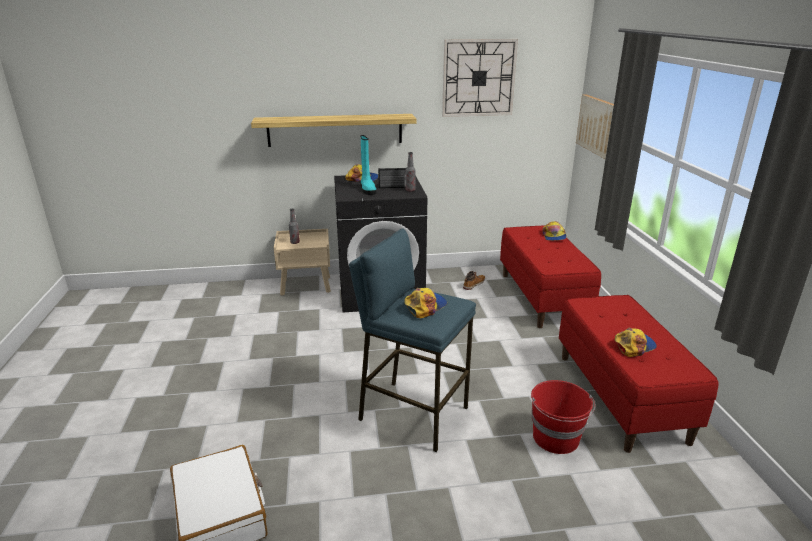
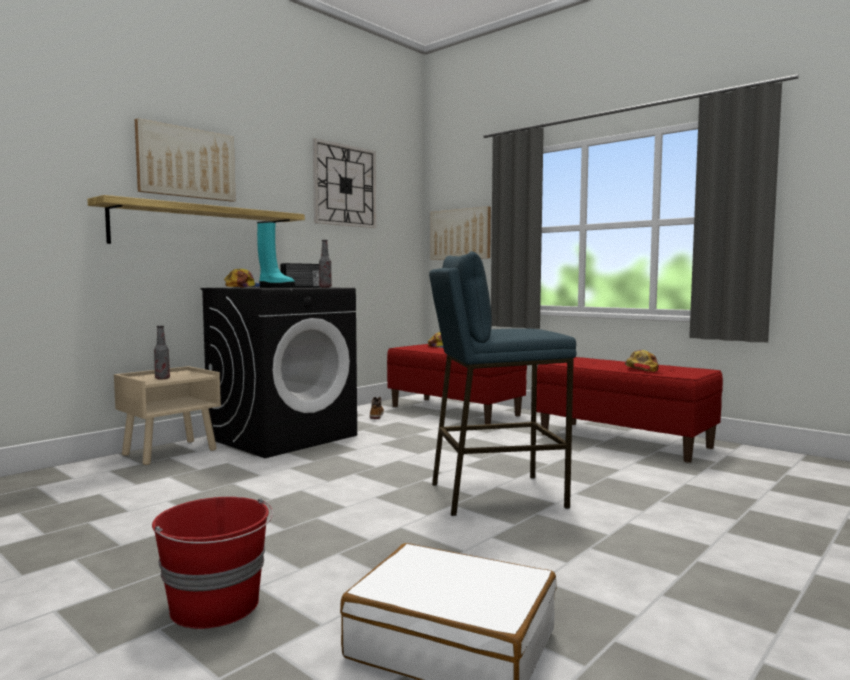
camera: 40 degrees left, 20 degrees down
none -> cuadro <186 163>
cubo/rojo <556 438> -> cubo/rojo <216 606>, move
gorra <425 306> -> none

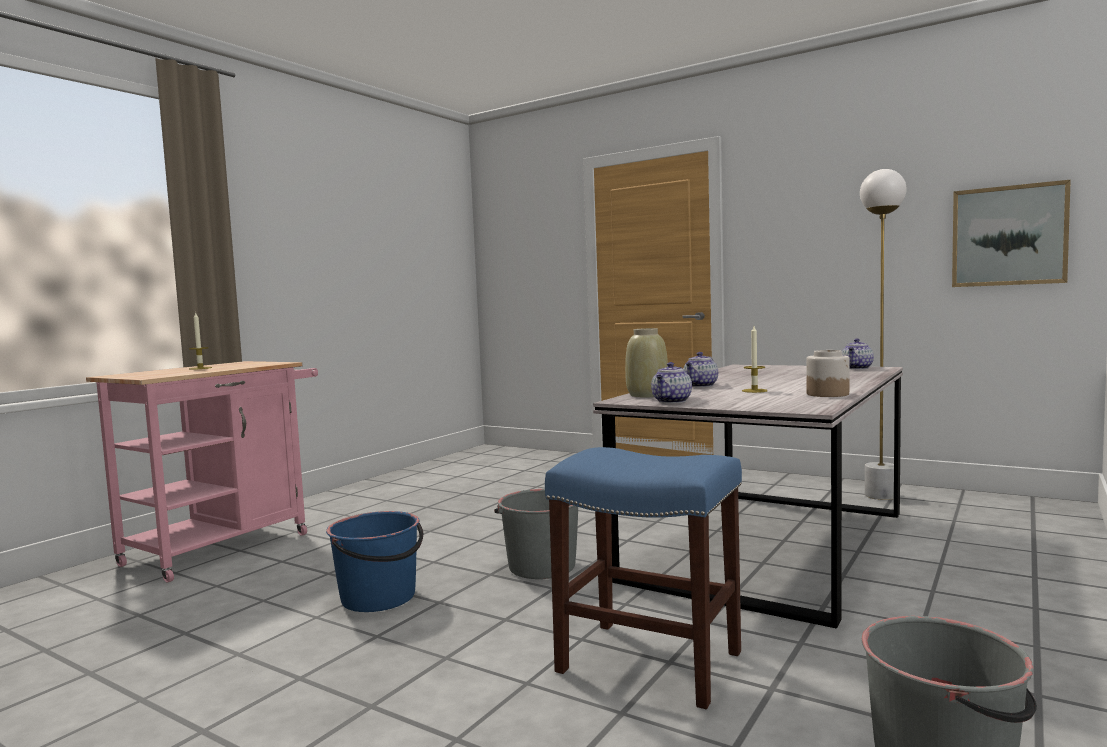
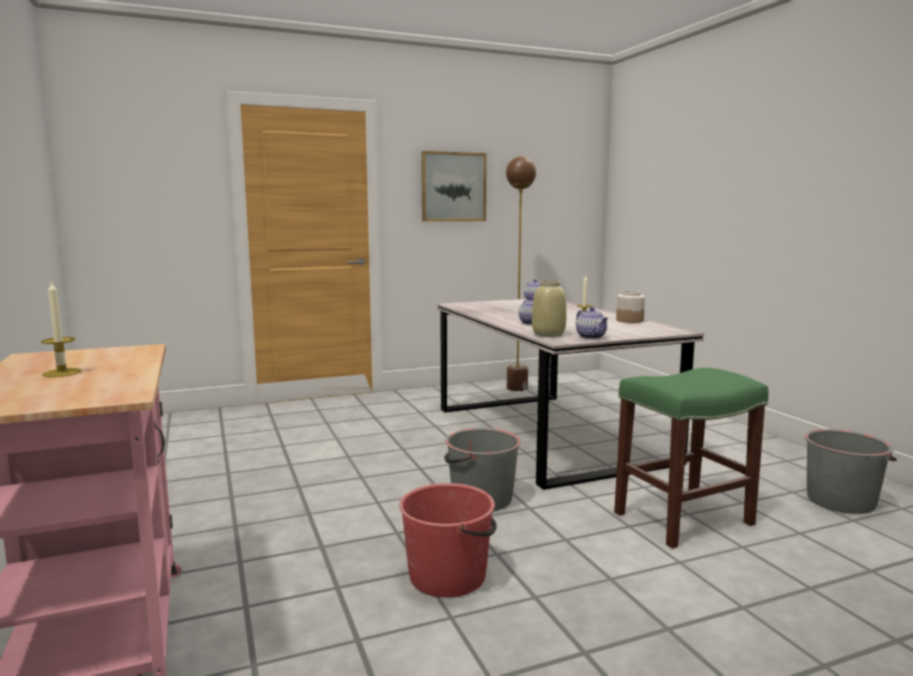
camera: 55 degrees left, 5 degrees up
cubo/azul <379 598> -> cubo/rojo <448 576>
cuadro <1008 236> -> cuadro <453 187>, move
lámpara de pie/blanco <880 496> -> lámpara de pie/marrón <517 388>
taburete/azul <646 662> -> taburete/verde <682 519>

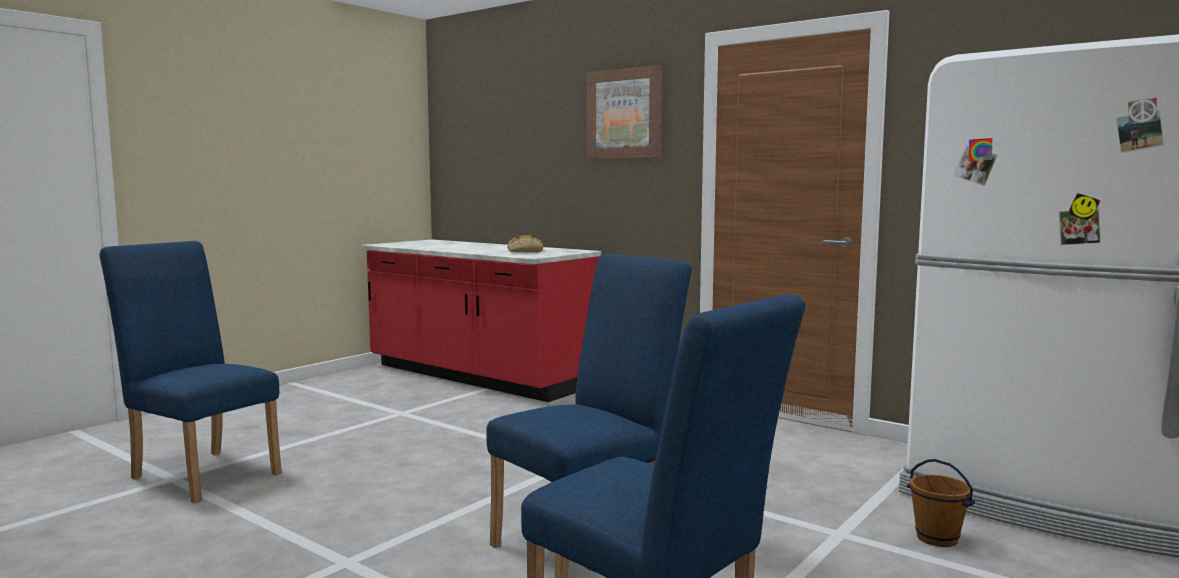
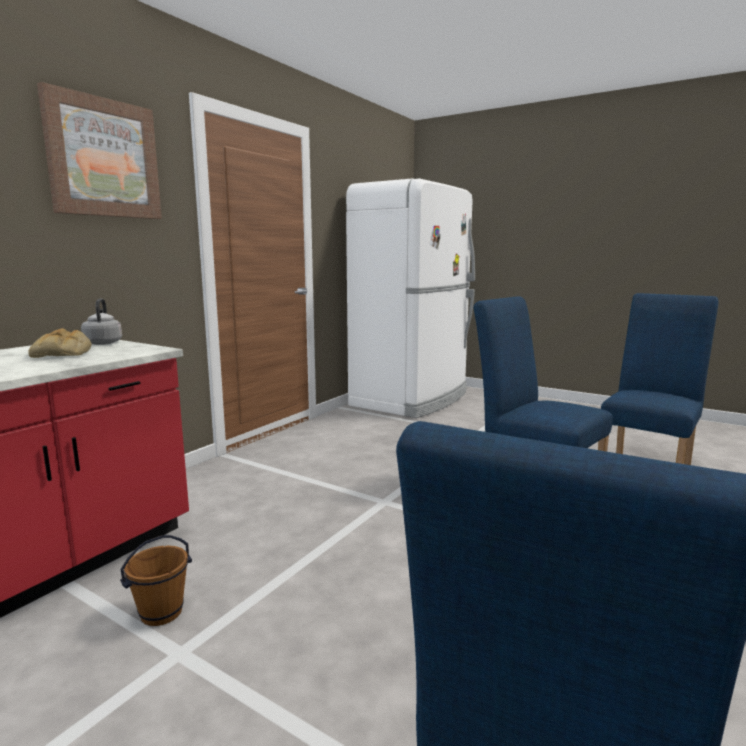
camera: 95 degrees left, 5 degrees up
none -> hervidor/gris <104 343>
cubo/marrón <937 538> -> cubo/marrón <161 612>, move

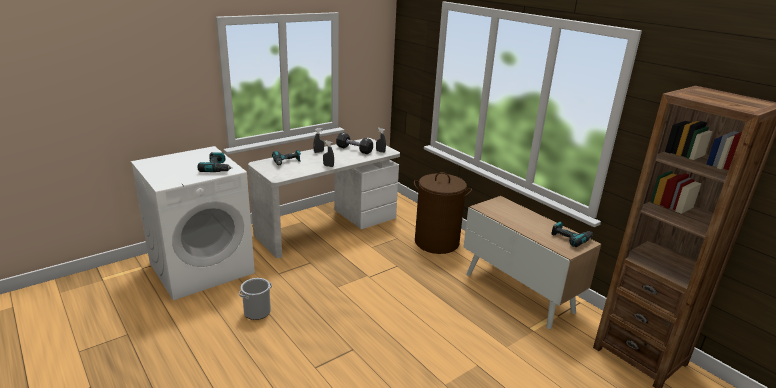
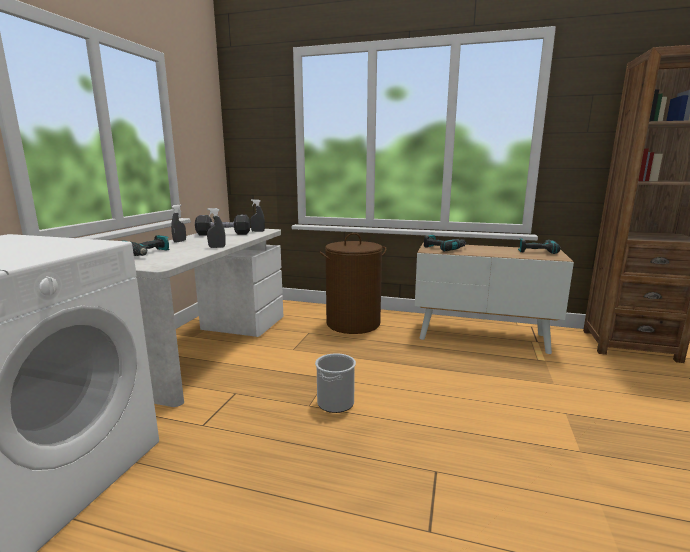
camera: 35 degrees left, 10 degrees down
cubo <257 312> -> cubo <335 403>, move
taladro <217 168> -> taladro <443 248>, move

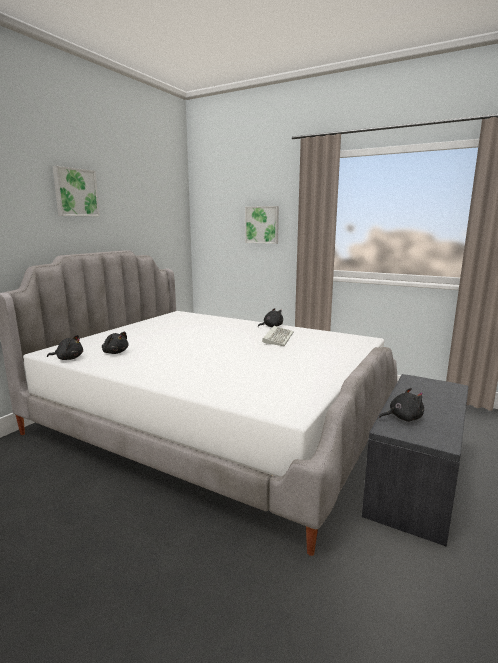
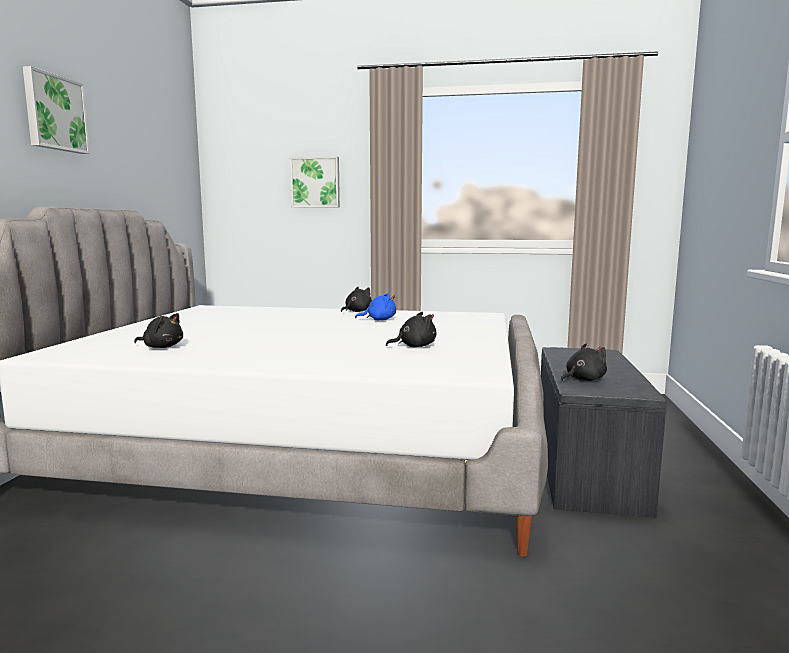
camera: 20 degrees left, 5 degrees down
teclado <278 338> -> peluche/azul <379 320>
peluche/negro <68 358> -> peluche/negro <414 346>, move

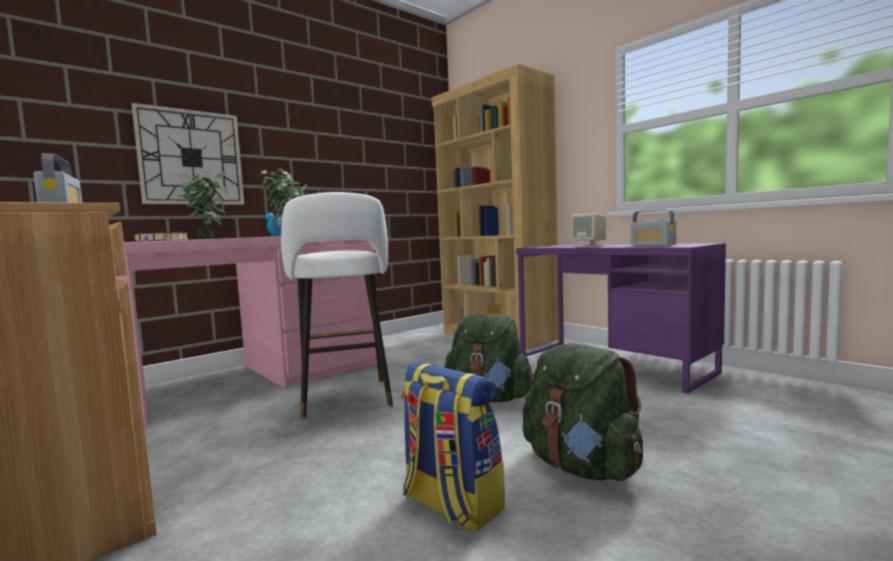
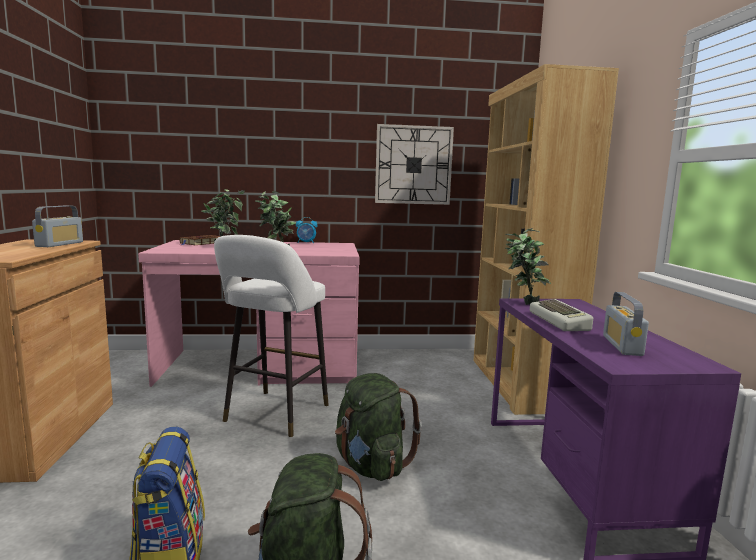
camera: 35 degrees right, 5 degrees up
reloj de pared <191 157> -> reloj de pared <413 165>, move
none -> planta en maceta <523 303>
altavoz/beis <589 246> -> teclado <560 321>

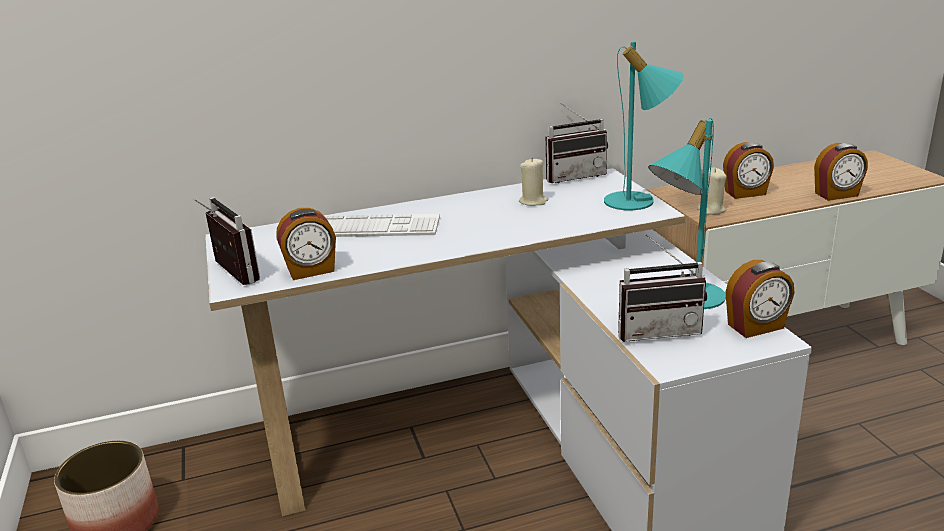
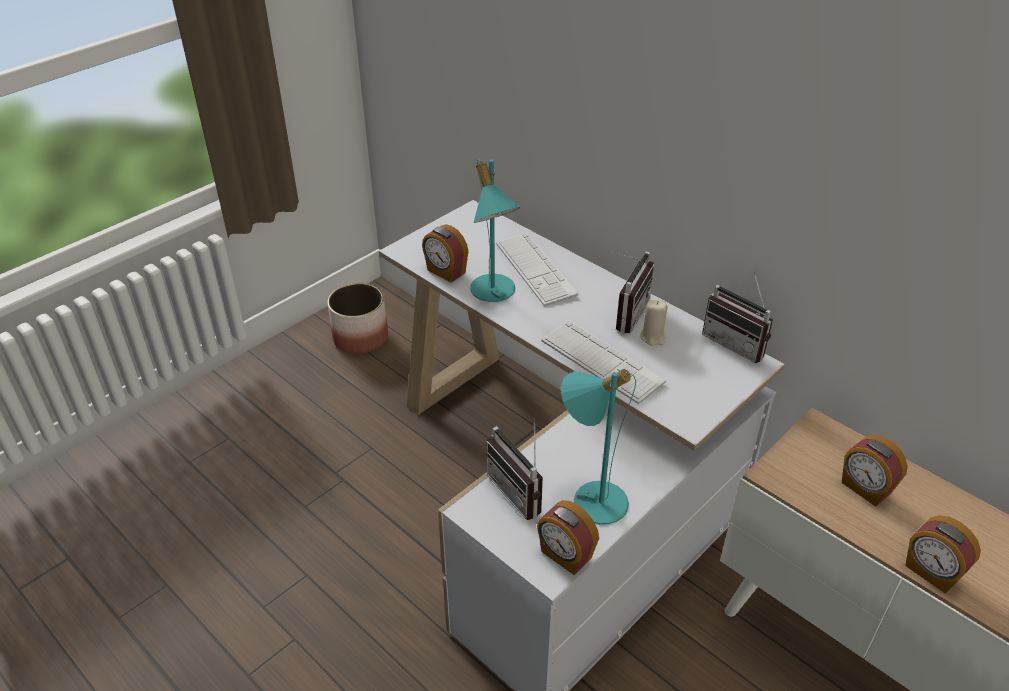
camera: 60 degrees right, 15 degrees up
lámpara de mesa/turquesa <639 202> -> lámpara de mesa/turquesa <494 294>, move
none -> teclado <601 362>
radio <228 274> -> radio <625 312>, move
vela/beis <711 210> -> none

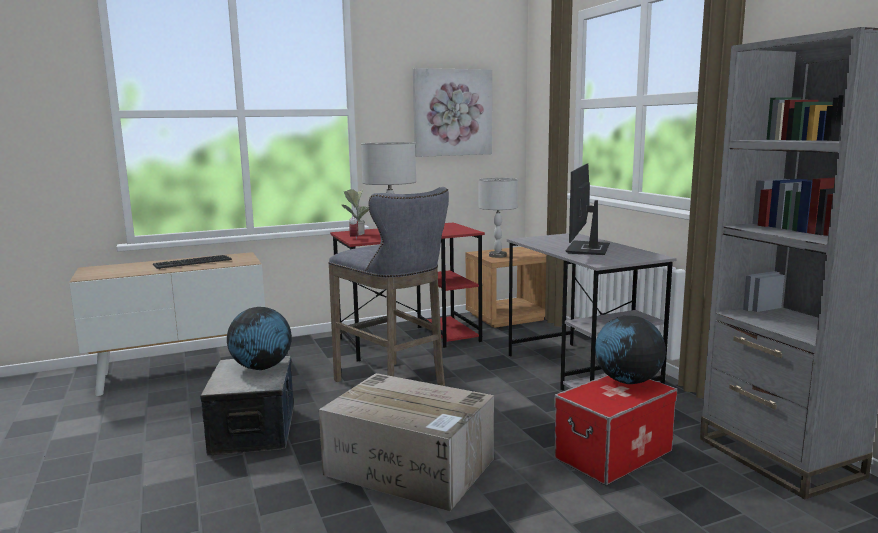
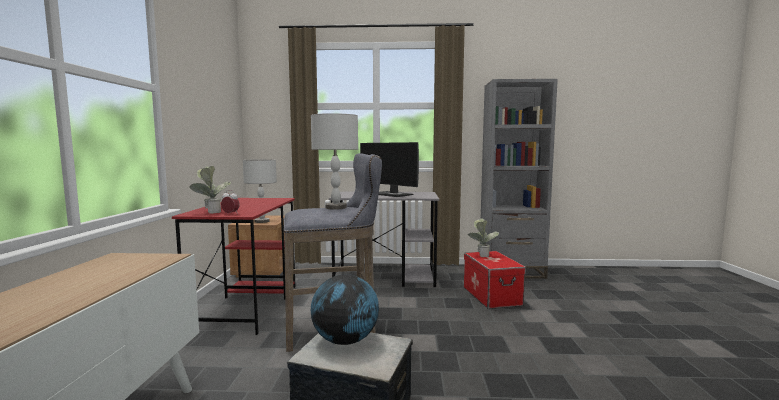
camera: 65 degrees left, 5 degrees down
globo terráqueo <627 381> -> planta en maceta <482 255>
teclado <192 262> -> none
caja de cartón <412 467> -> none
cuadro <452 112> -> none

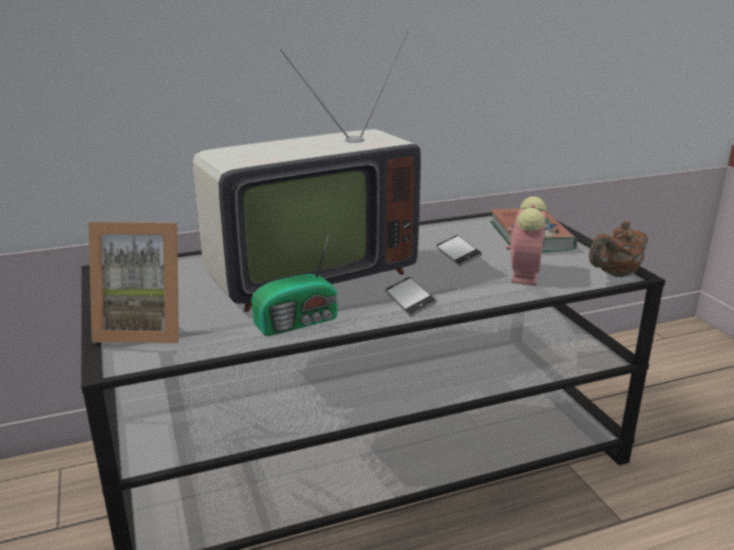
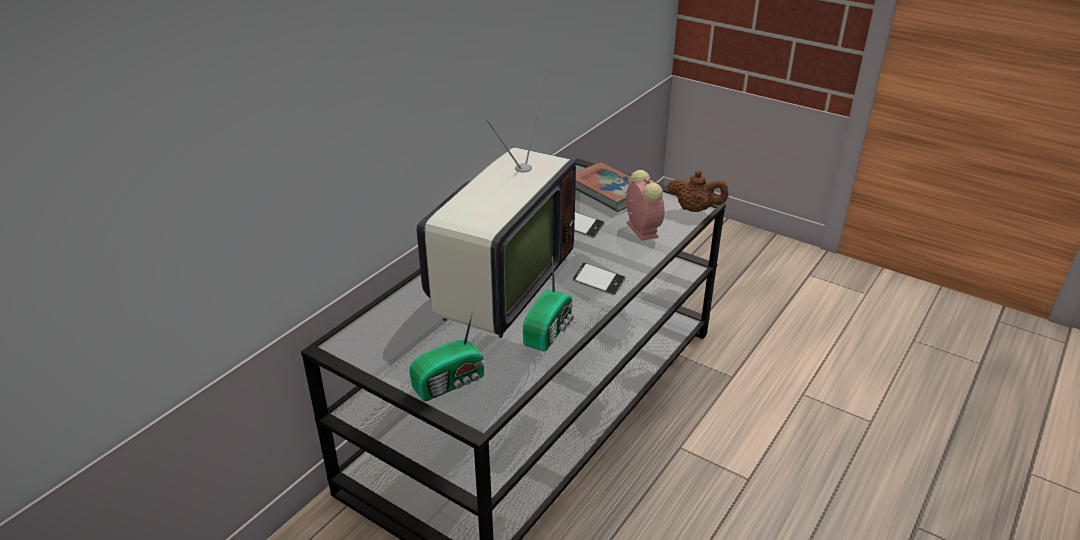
camera: 35 degrees left, 10 degrees up
portarretratos <145 328> -> radio <451 383>
tetera/marrón <615 274> -> tetera/marrón <695 209>, 90 degrees counterclockwise

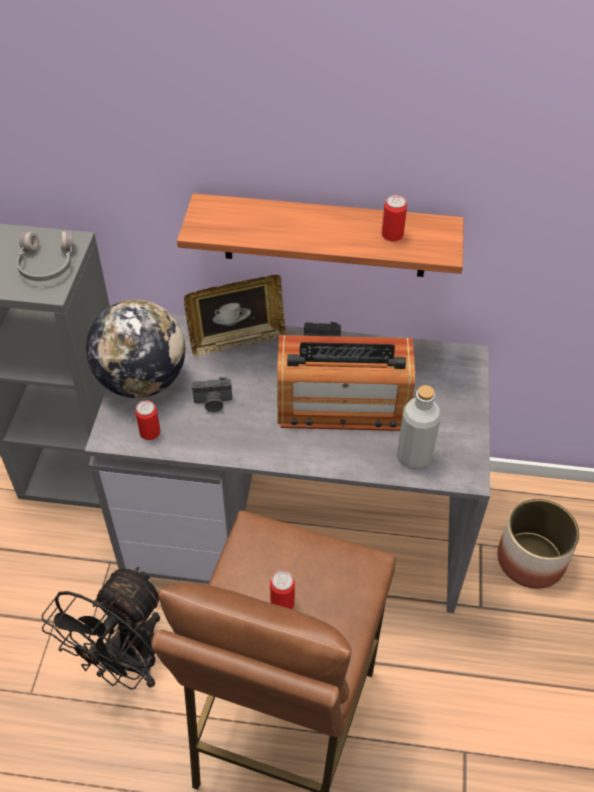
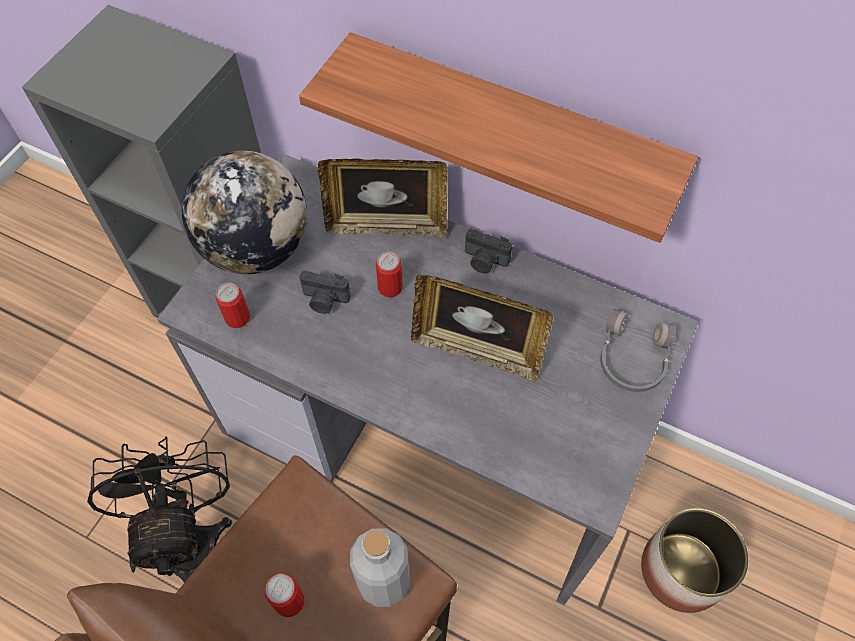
camera: 20 degrees right, 10 degrees up
ventilador/negro <125 663> -> ventilador/negro <190 537>, 120 degrees clockwise
botella/gris <414 456> -> botella/gris <383 581>, move
lata <392 235> -> lata <390 287>, move
radio <342 405> -> portarretratos <476 350>
auriculares/gris <46 264> -> auriculares/gris <631 358>, move

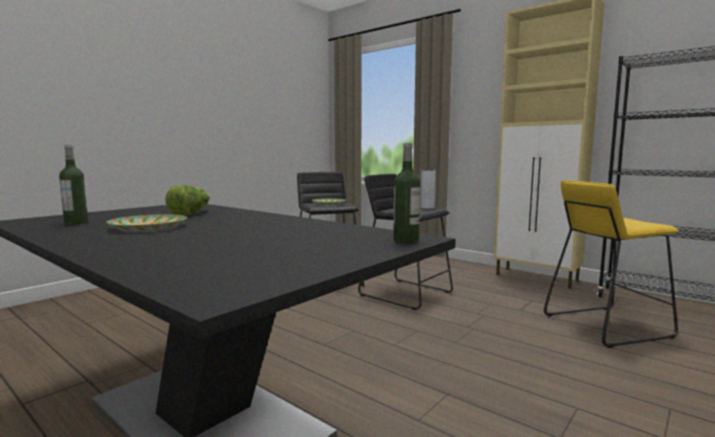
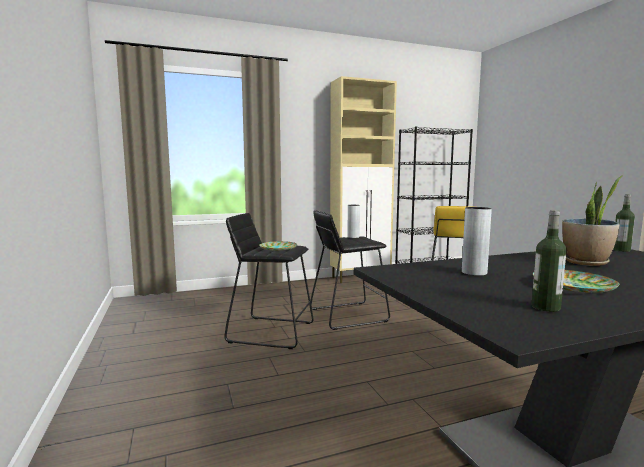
camera: 60 degrees left, 0 degrees up
lechuga <190 213> -> florero/gris <474 272>
none -> planta en maceta <586 262>

